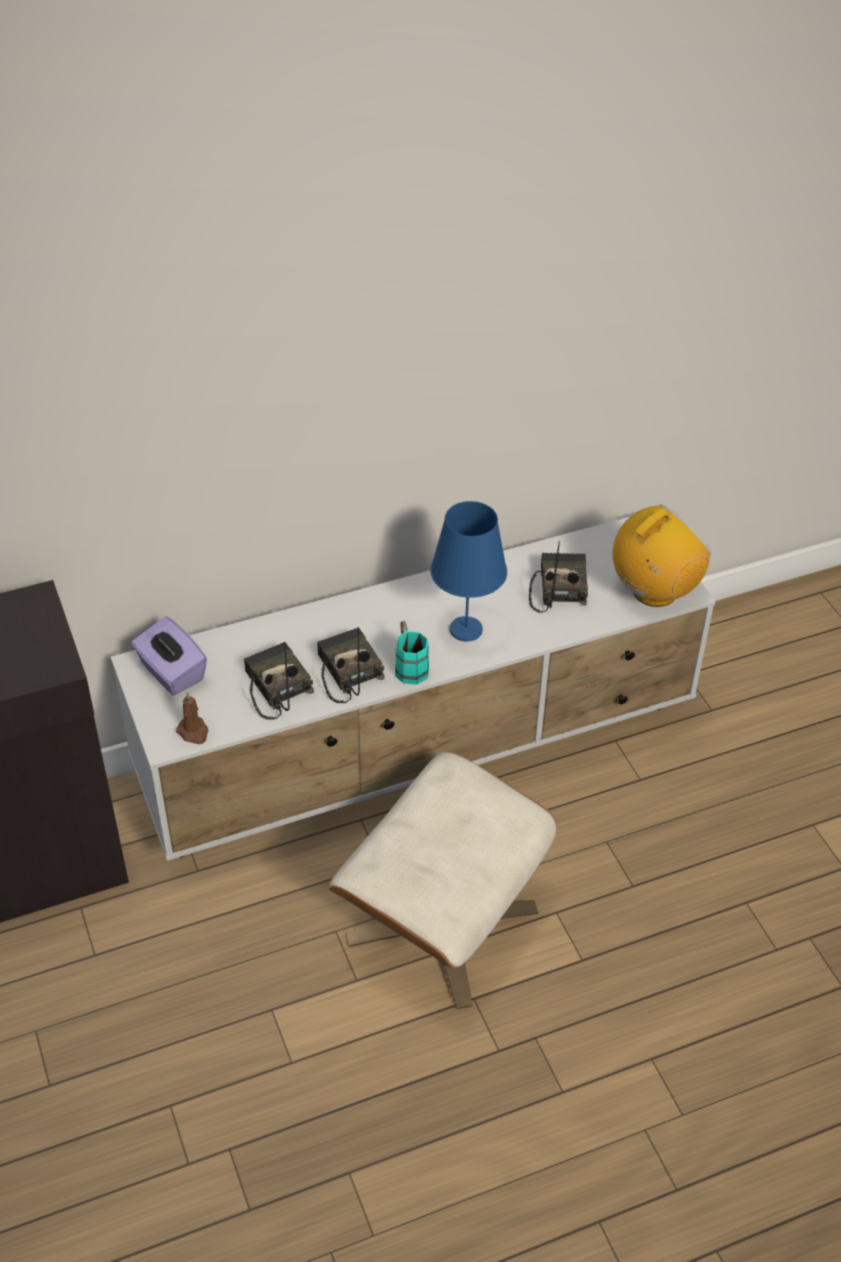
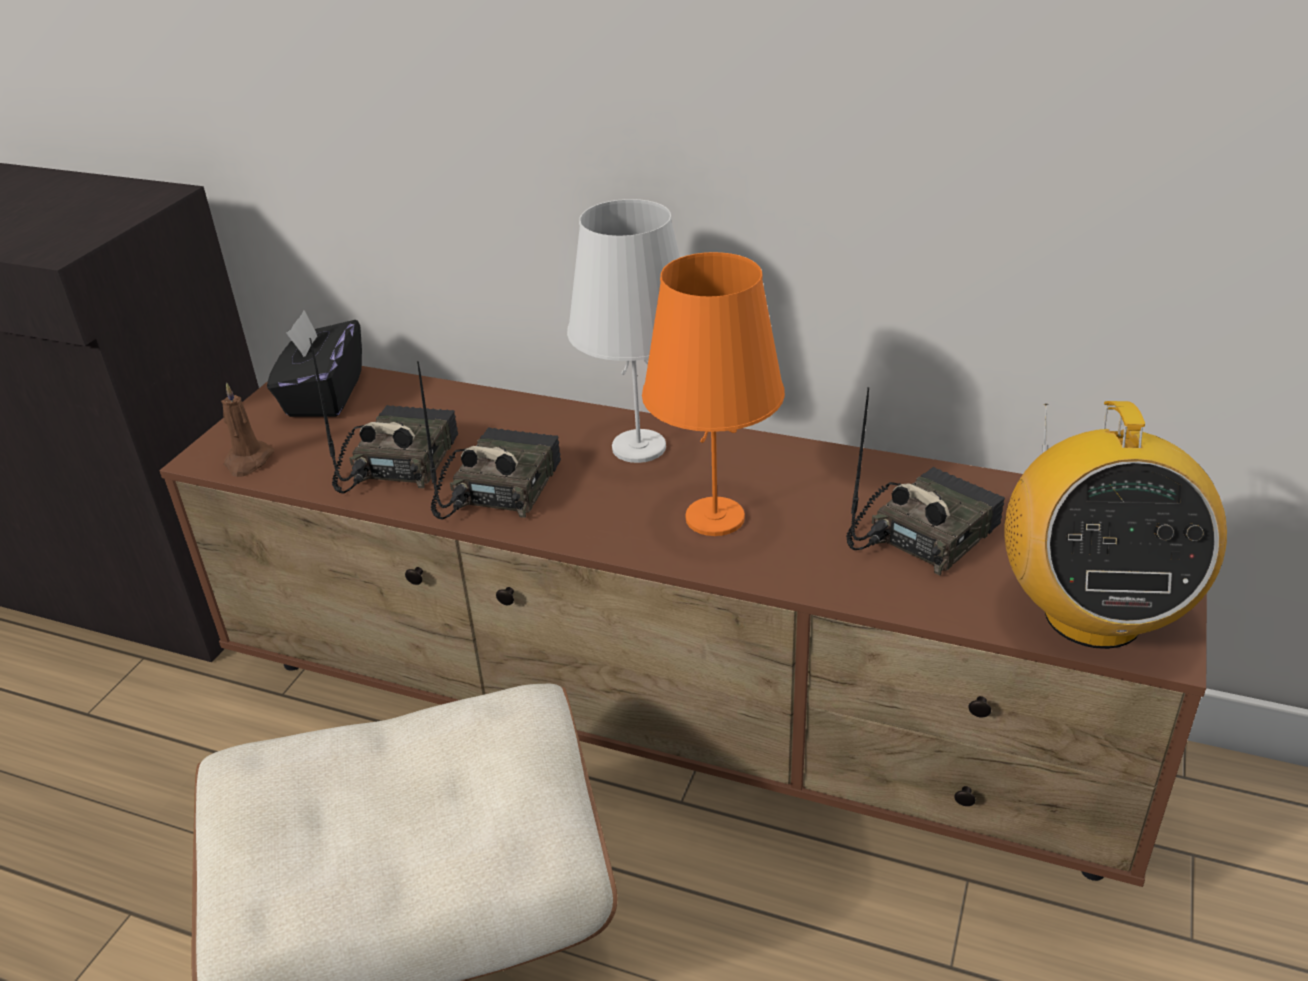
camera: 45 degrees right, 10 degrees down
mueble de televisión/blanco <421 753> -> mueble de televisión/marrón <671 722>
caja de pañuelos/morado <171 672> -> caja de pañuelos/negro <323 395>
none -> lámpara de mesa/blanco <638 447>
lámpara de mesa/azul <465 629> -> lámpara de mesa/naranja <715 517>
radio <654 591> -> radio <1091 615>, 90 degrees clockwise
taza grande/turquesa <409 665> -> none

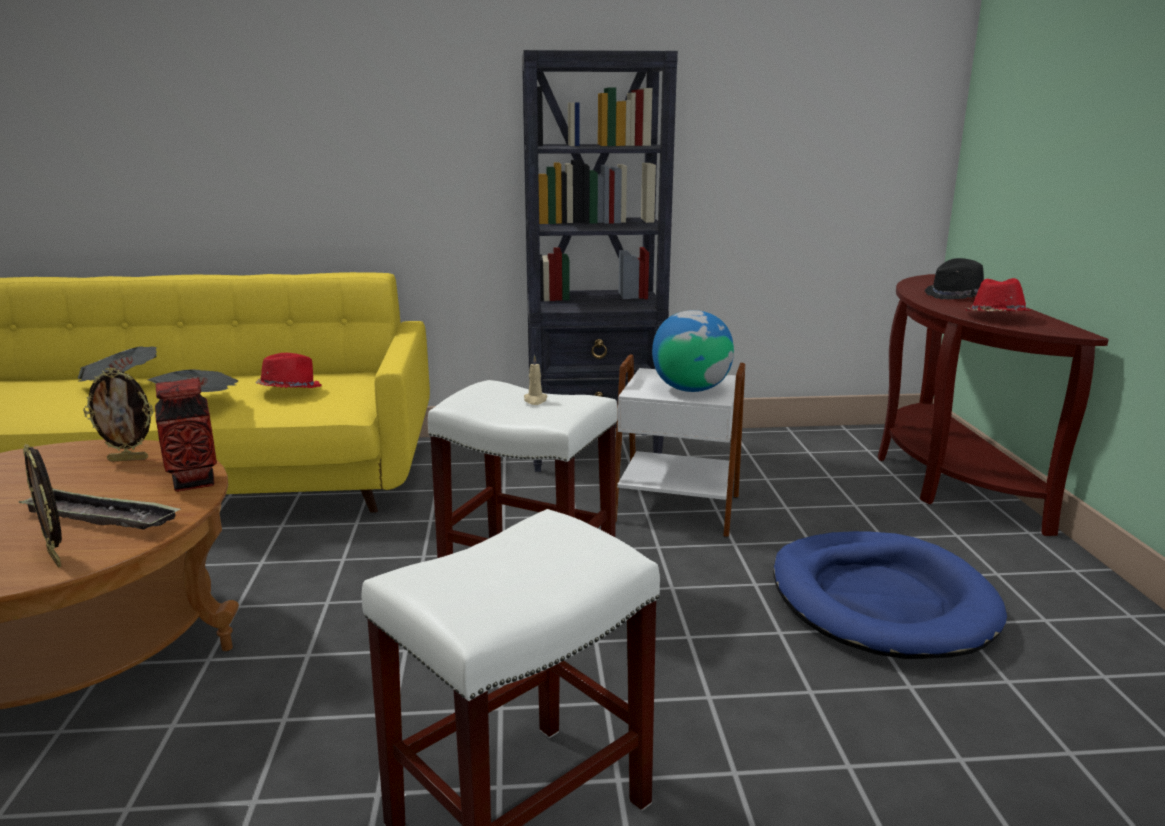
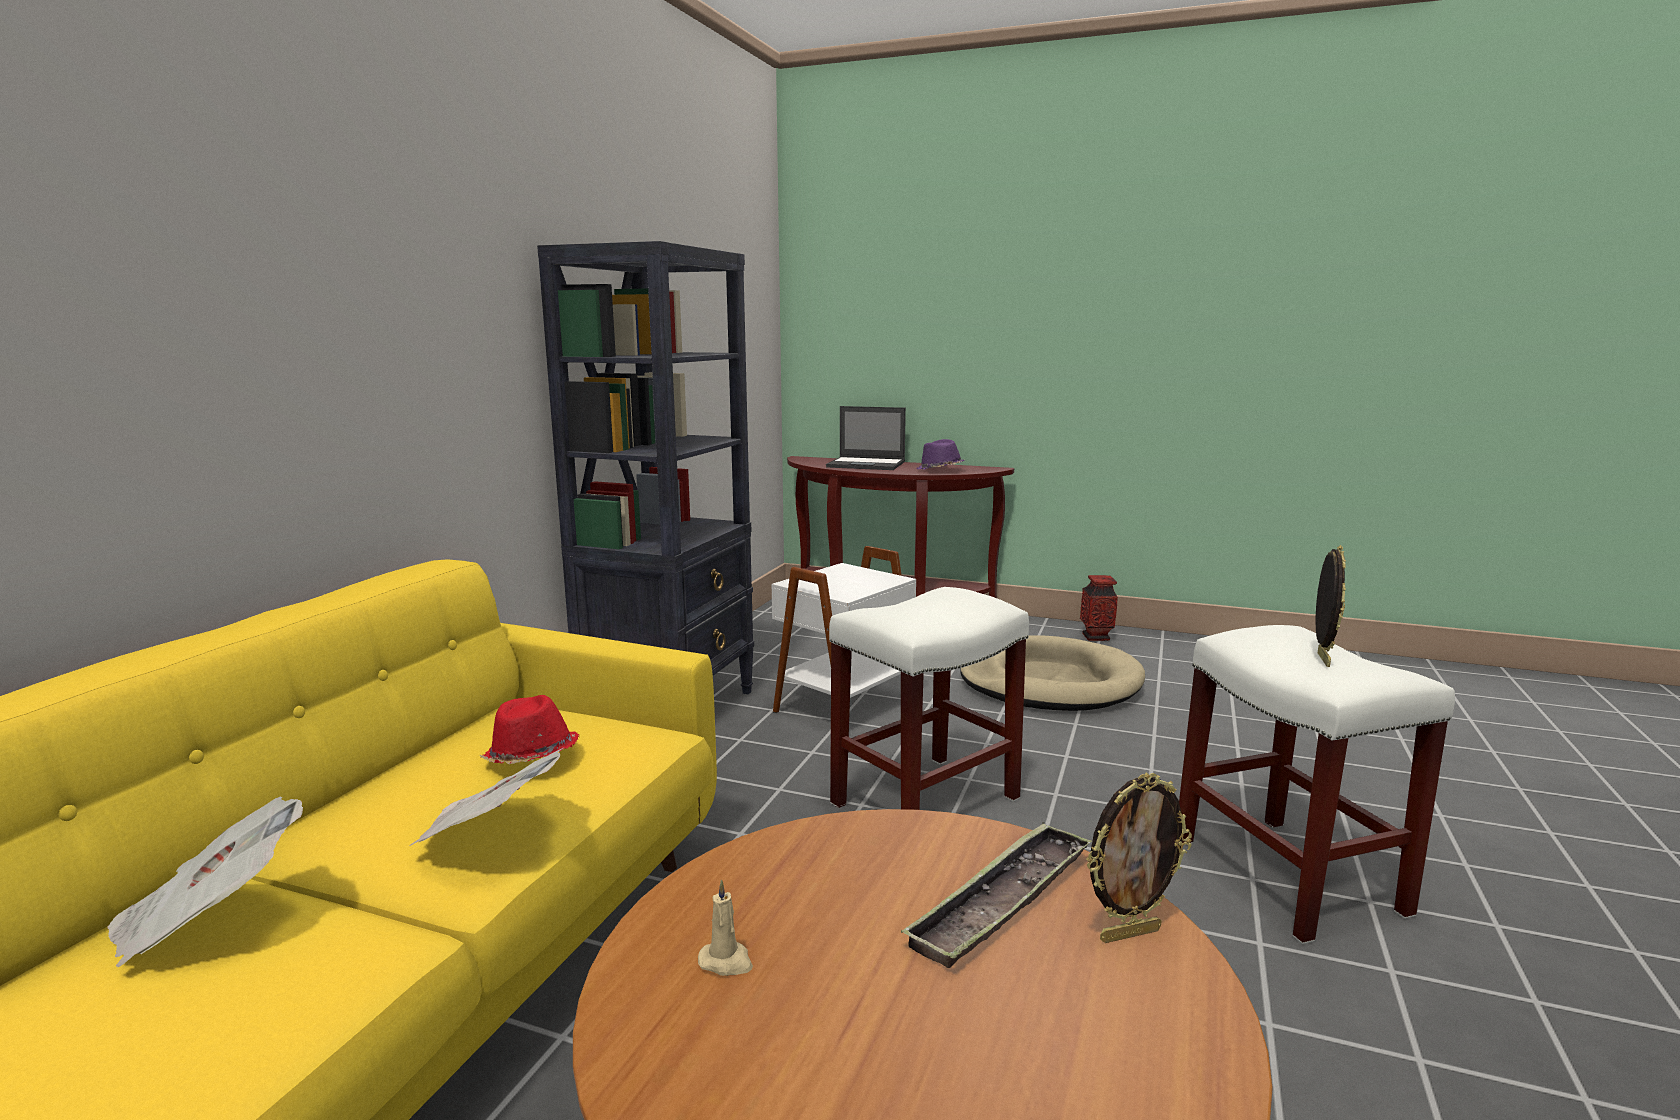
camera: 65 degrees left, 5 degrees down
vela/beis <535 400> -> vela/beis <726 962>, move
sombrero/negro <956 295> -> portátil <867 464>
sombrero/rojo <996 317> -> sombrero/morado <939 470>
cama para perro/azul <881 601> -> cama para perro/beis <1050 682>
florero <194 482> -> florero <1096 637>, move
portarretratos <129 459> -> portarretratos <1321 659>, move
globo terráqueo <690 389> -> none

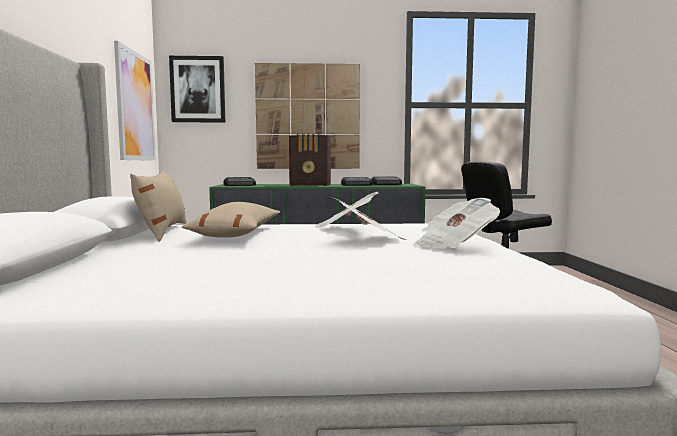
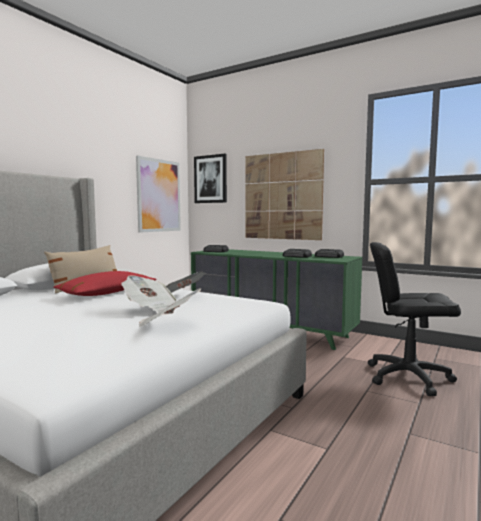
camera: 35 degrees right, 0 degrees up
cojín/beis <237 234> -> cojín/rojo <107 293>
radio <311 185> -> none

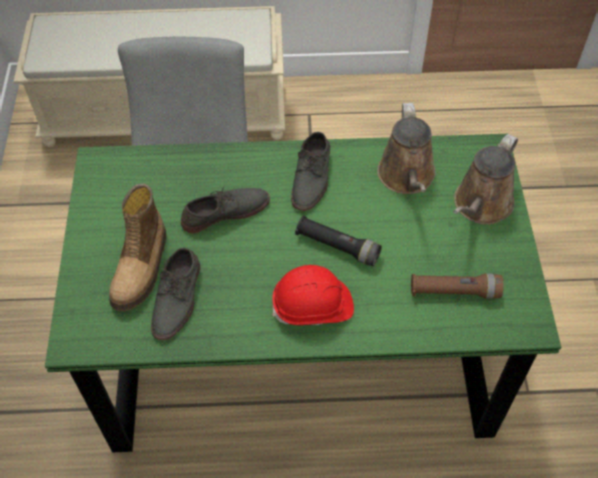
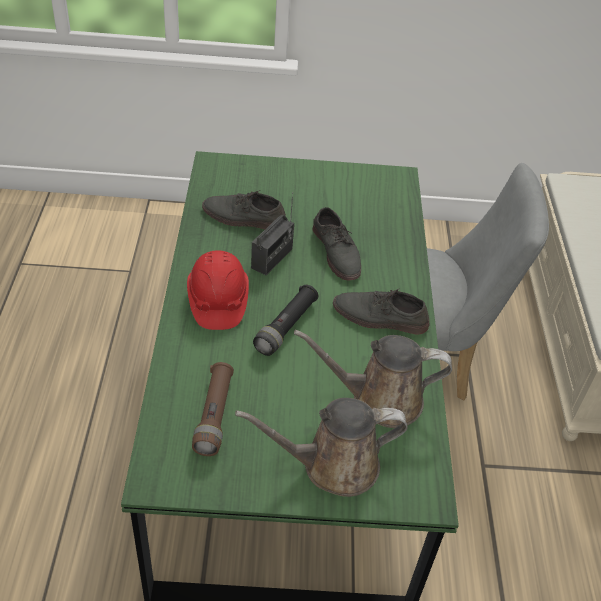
camera: 90 degrees right, 10 degrees down
regadera/marrón <480 206> -> regadera/marrón <332 465>, 45 degrees counterclockwise
none -> radio <272 258>
bota <142 268> -> none

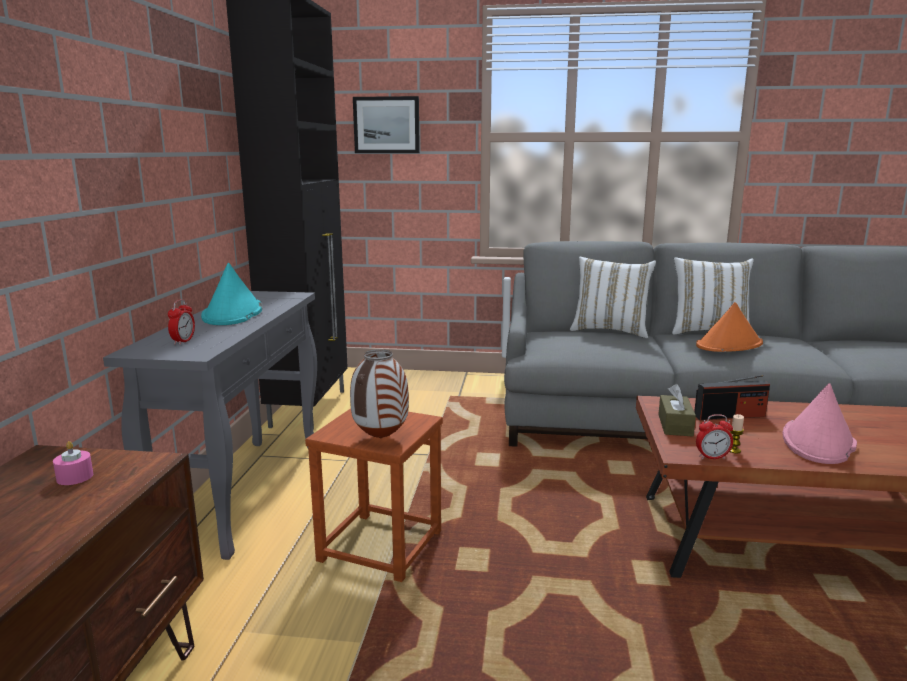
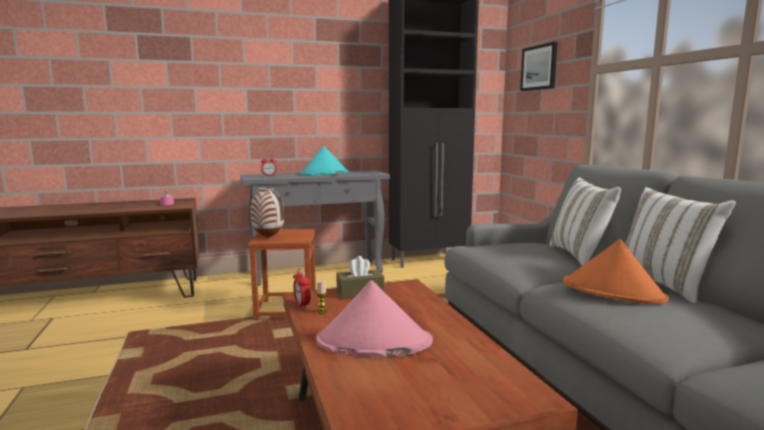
camera: 65 degrees right, 5 degrees down
radio <729 416> -> none

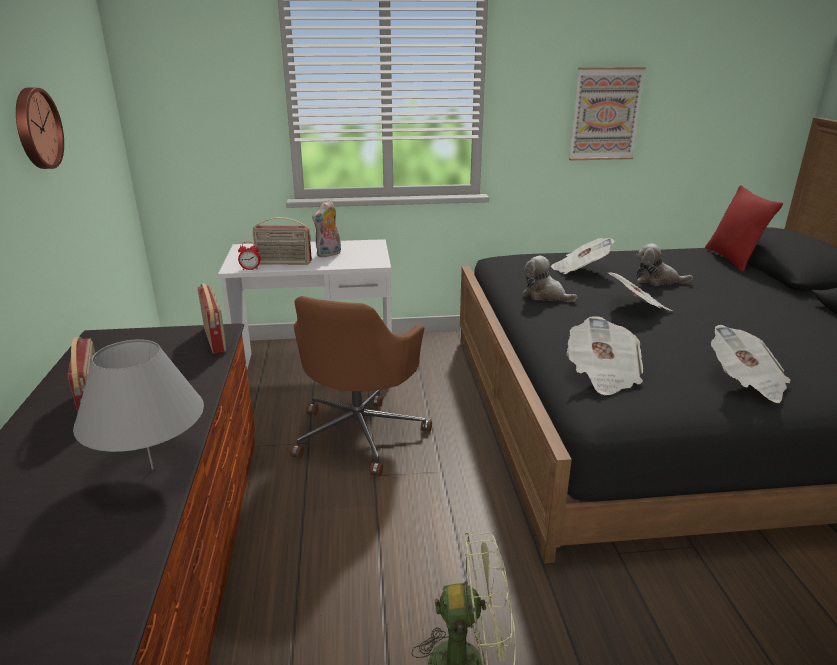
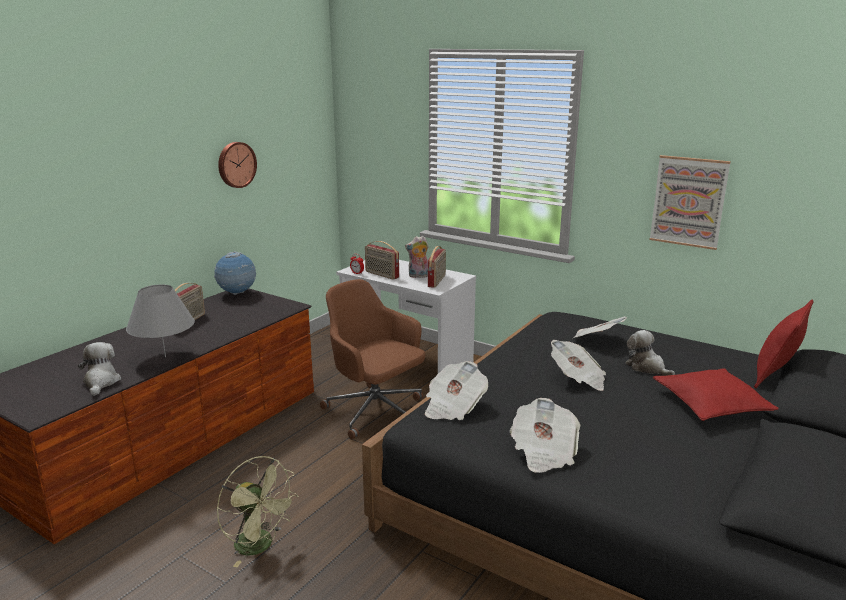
camera: 40 degrees right, 5 degrees down
peluche <545 295> -> peluche <101 382>, move
none -> globo terráqueo <237 294>
silla de oficina/marrón <360 433> -> silla de oficina/marrón <375 411>, 75 degrees clockwise
radio <215 339> -> radio <437 281>, move
none -> cojín/rojo <711 404>

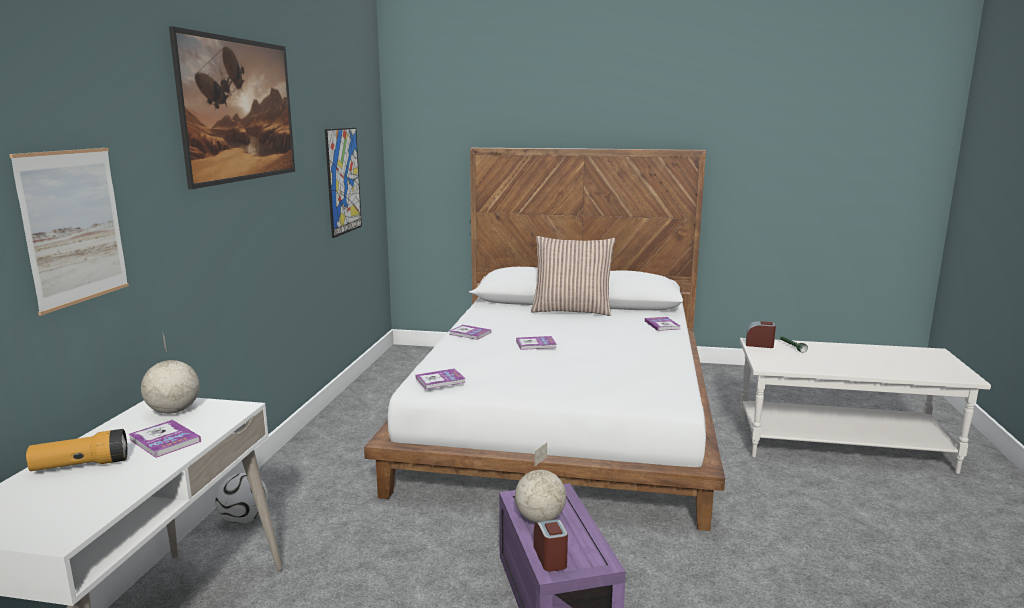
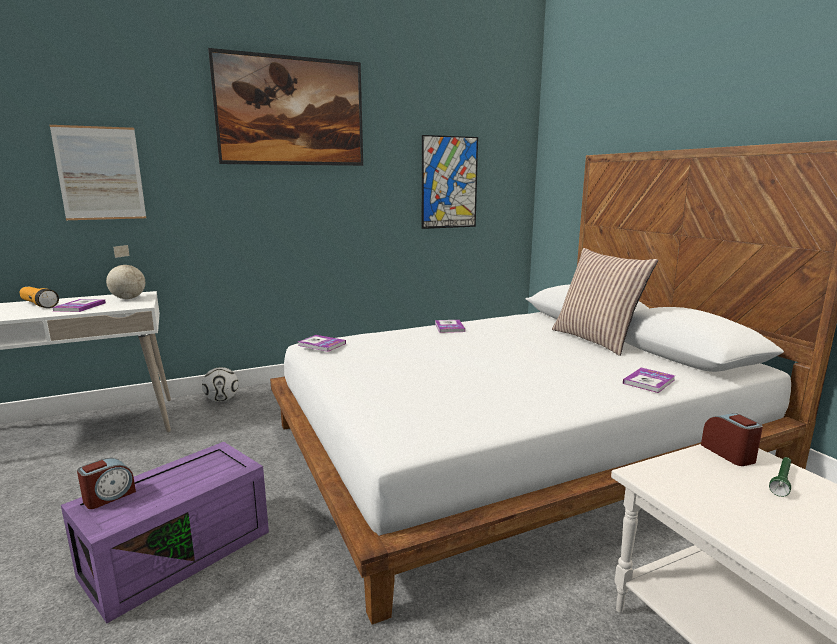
camera: 55 degrees right, 0 degrees up
globo terráqueo <540 518> -> none
libro <536 344> -> none

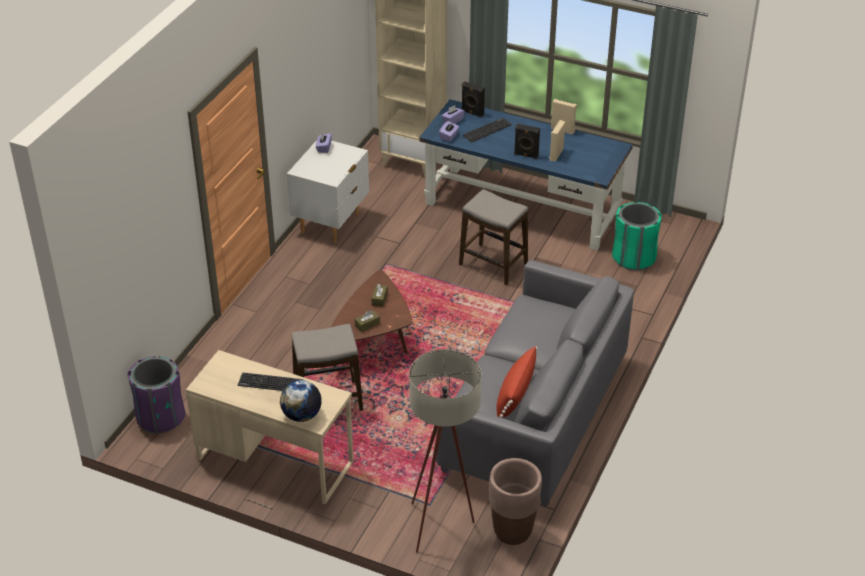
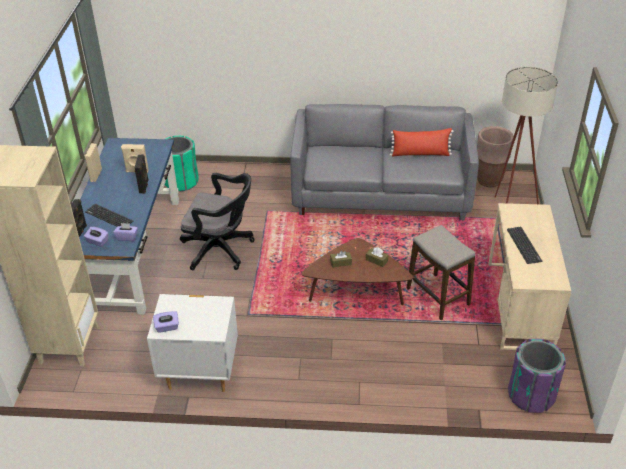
camera: 110 degrees left, 0 degrees up
taburete <493 265> -> silla de oficina/negro <221 250>
globo terráqueo <301 415> -> none

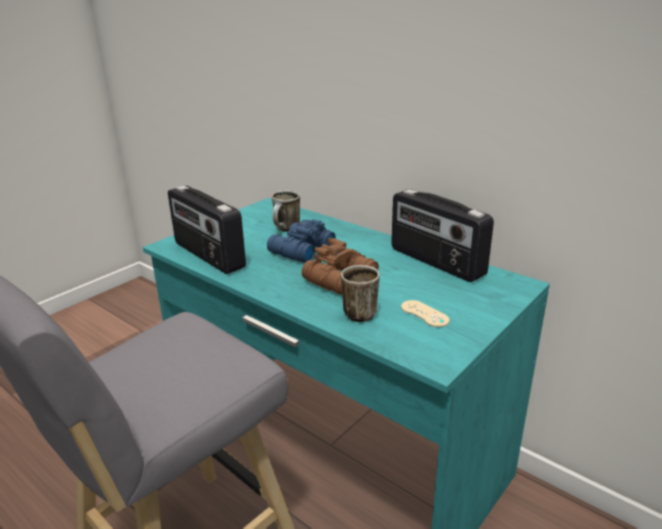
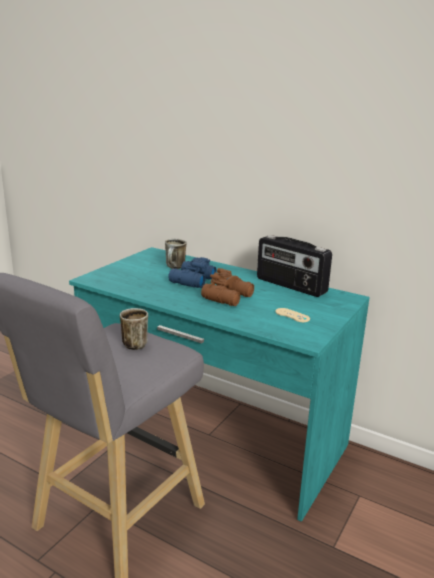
camera: 10 degrees left, 5 degrees down
taza grande <361 312> -> taza grande <136 343>, move
radio <208 255> -> none

